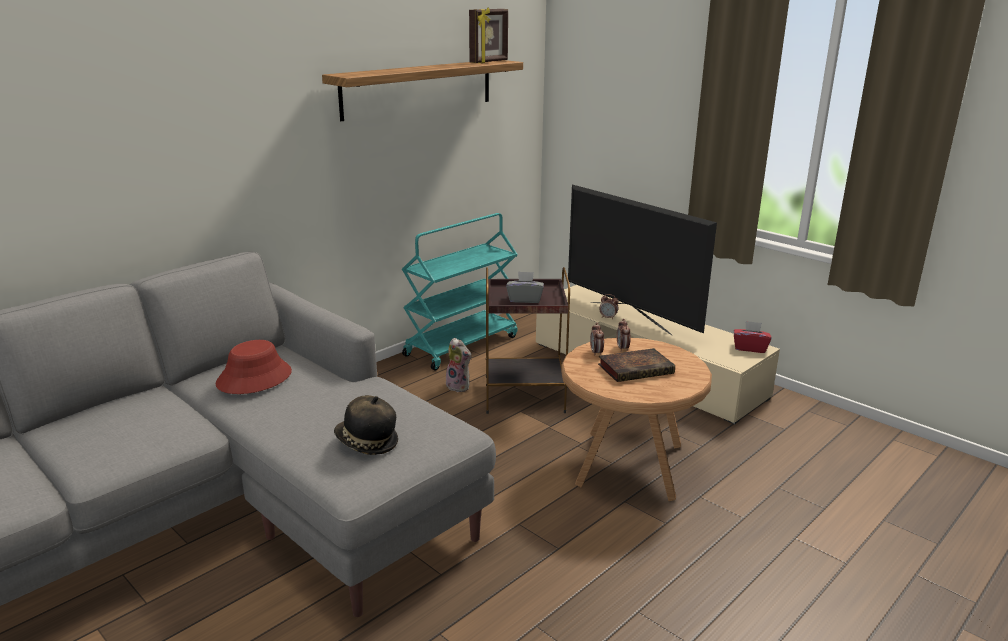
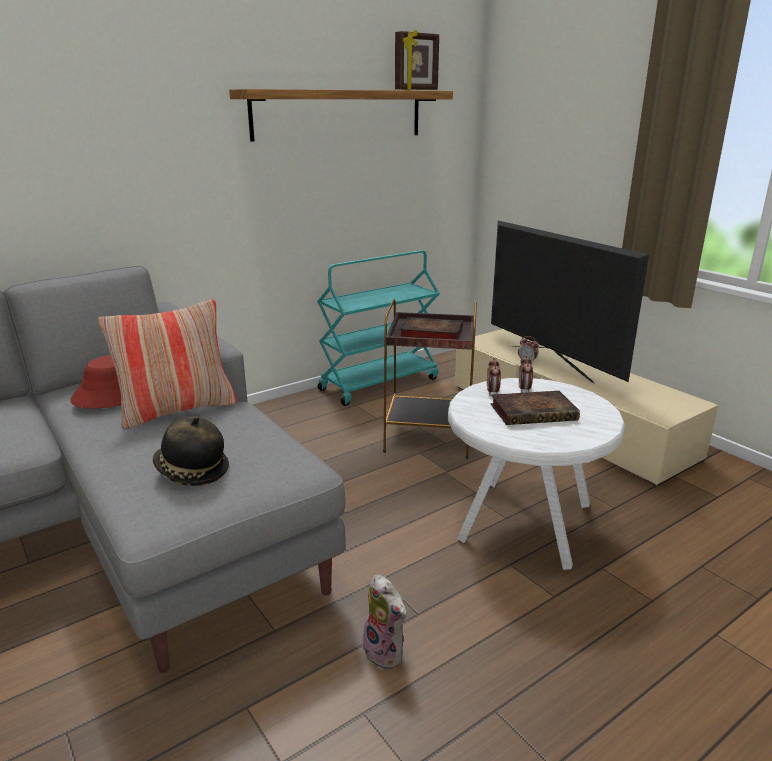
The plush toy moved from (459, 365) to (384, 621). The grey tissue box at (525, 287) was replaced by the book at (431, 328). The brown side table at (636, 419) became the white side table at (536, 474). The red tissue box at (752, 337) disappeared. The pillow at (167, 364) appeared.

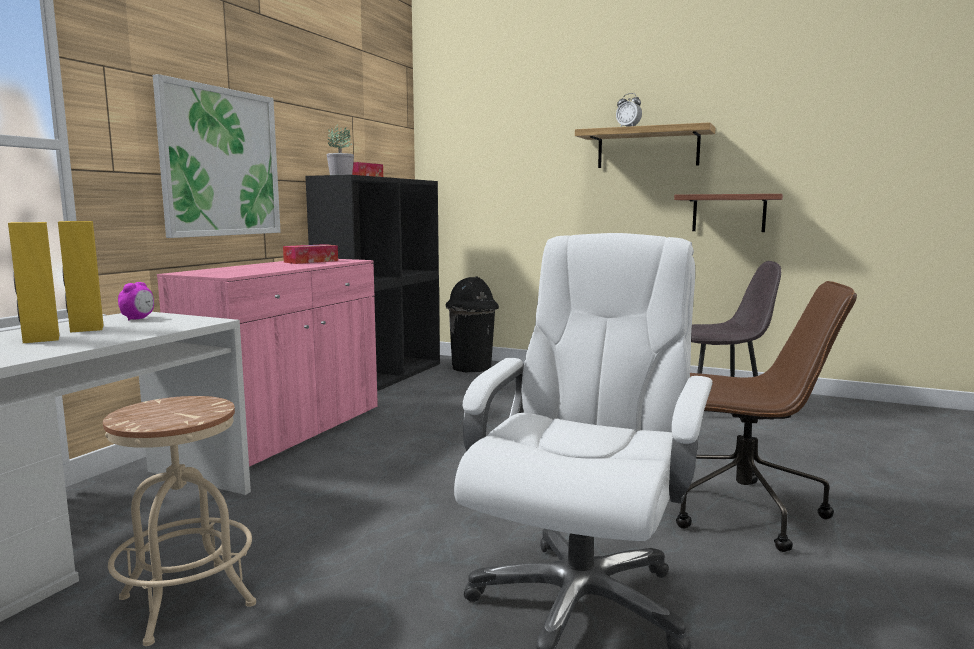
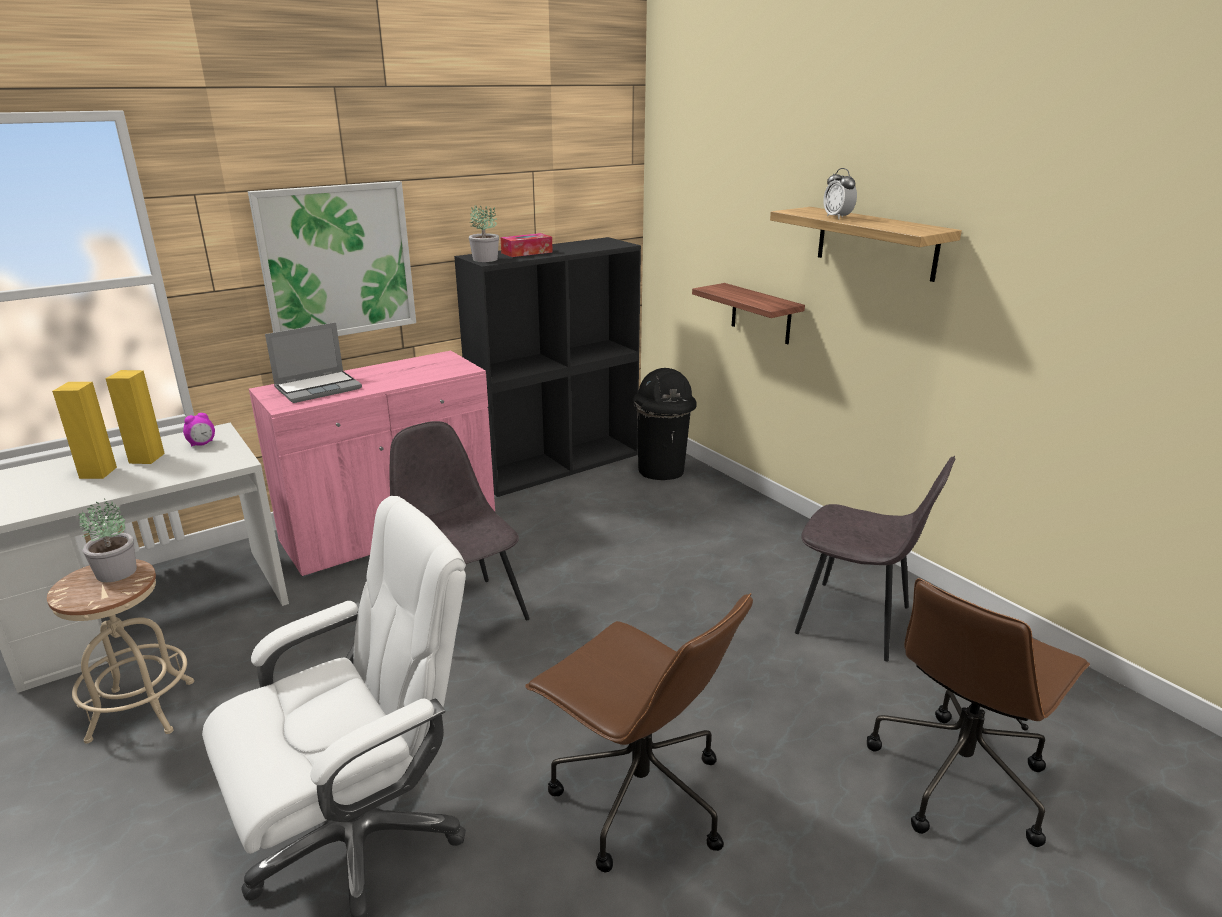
The tissue box at (310, 254) disappeared. The shelf moved from (728, 213) to (748, 313). The potted plant at (107, 540) appeared. The laptop at (313, 362) appeared. The grey chair at (460, 521) appeared. The brown office chair at (978, 712) appeared.

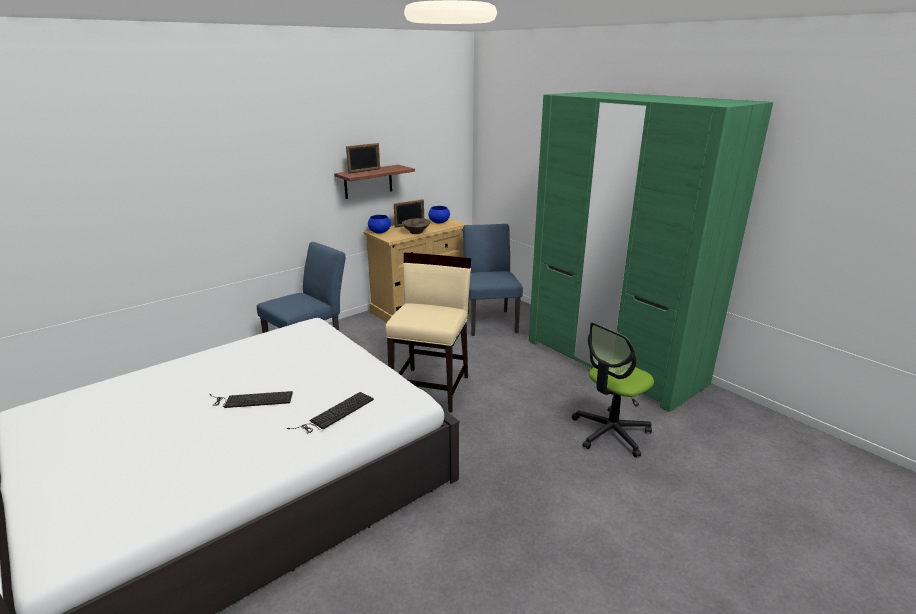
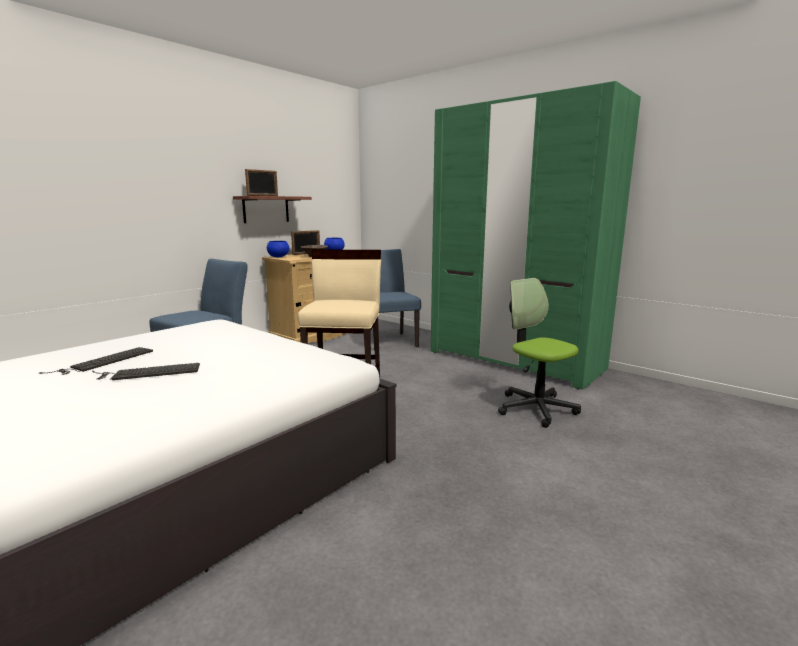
The keyboard moved from (330, 412) to (96, 361). The office chair at (613, 390) turned 105 degrees clockwise.

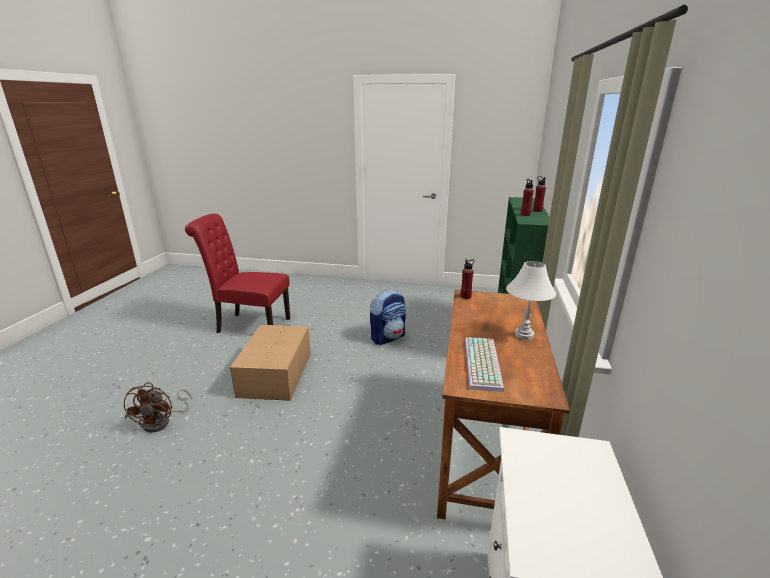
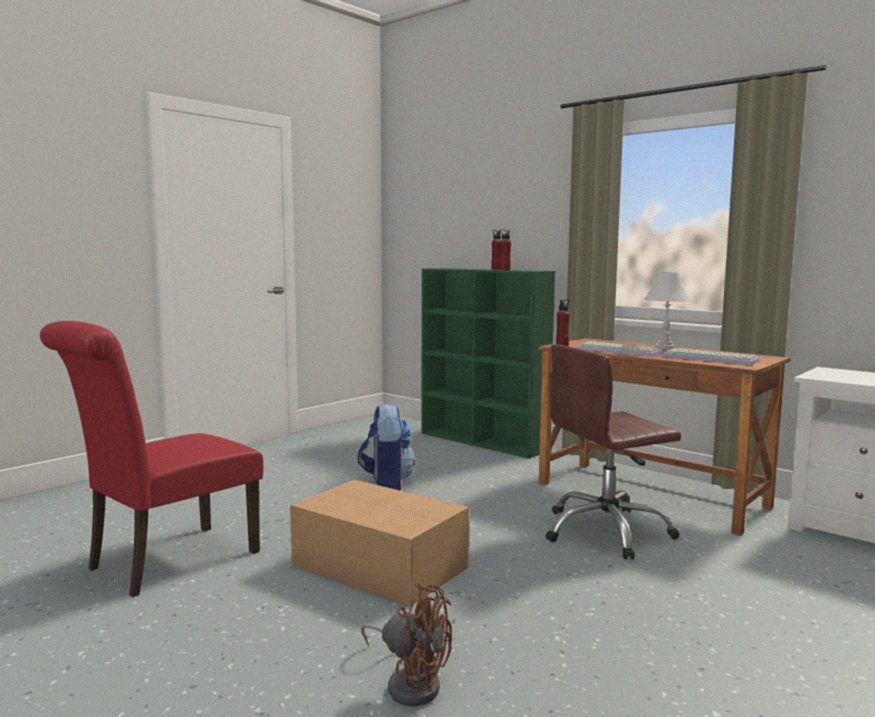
The brown office chair at (613, 452) appeared. The keyboard at (620, 349) appeared.

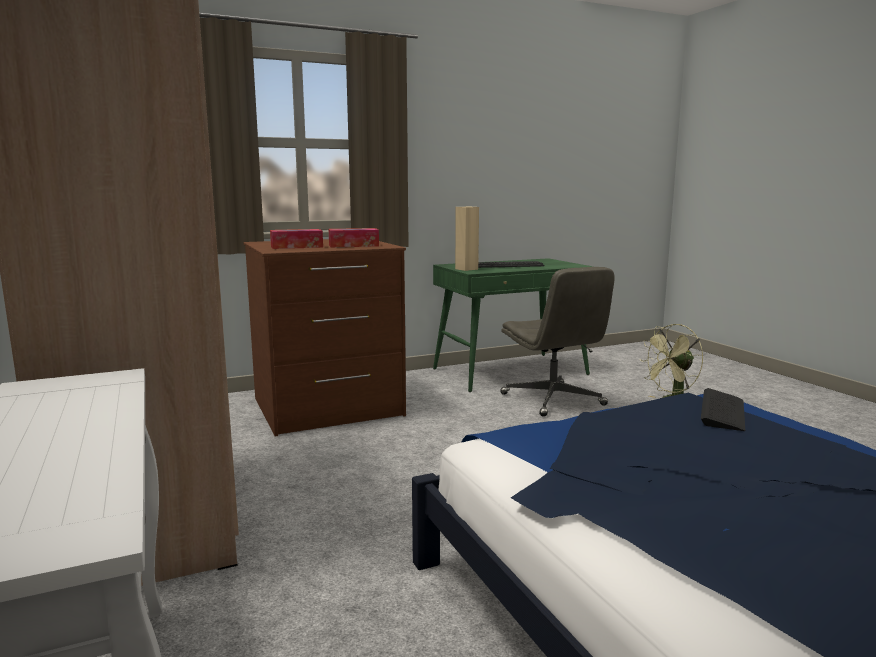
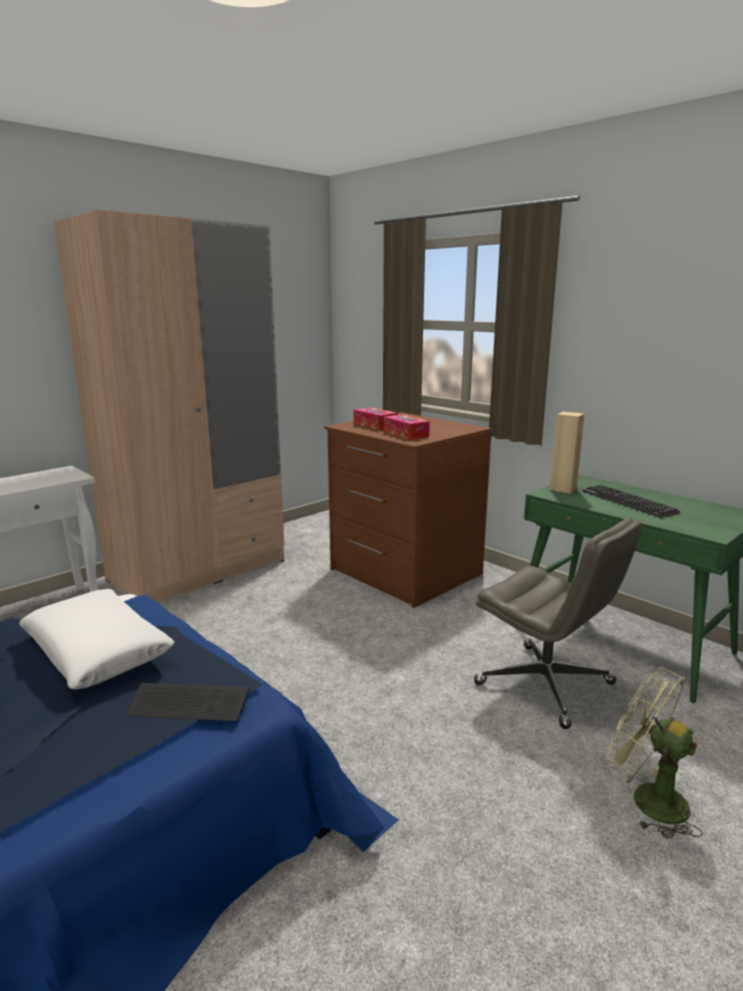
The grey office chair at (557, 342) turned 90 degrees counterclockwise. The white pillow at (97, 639) appeared.

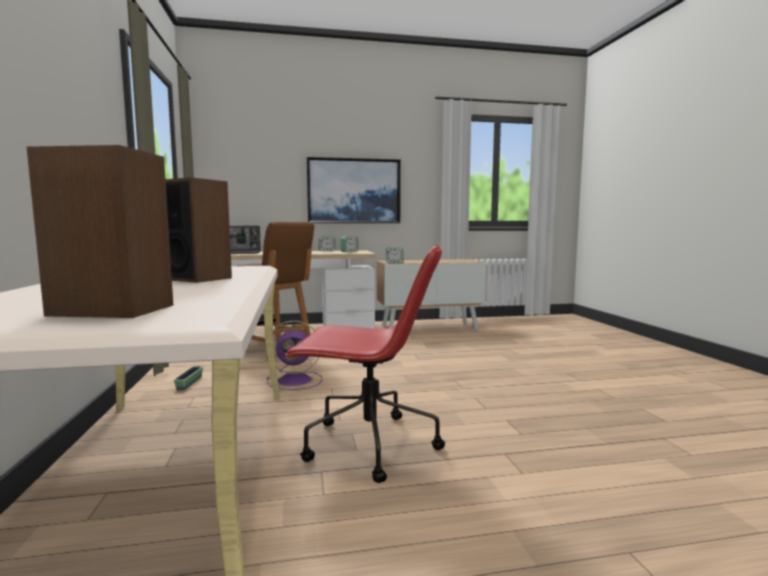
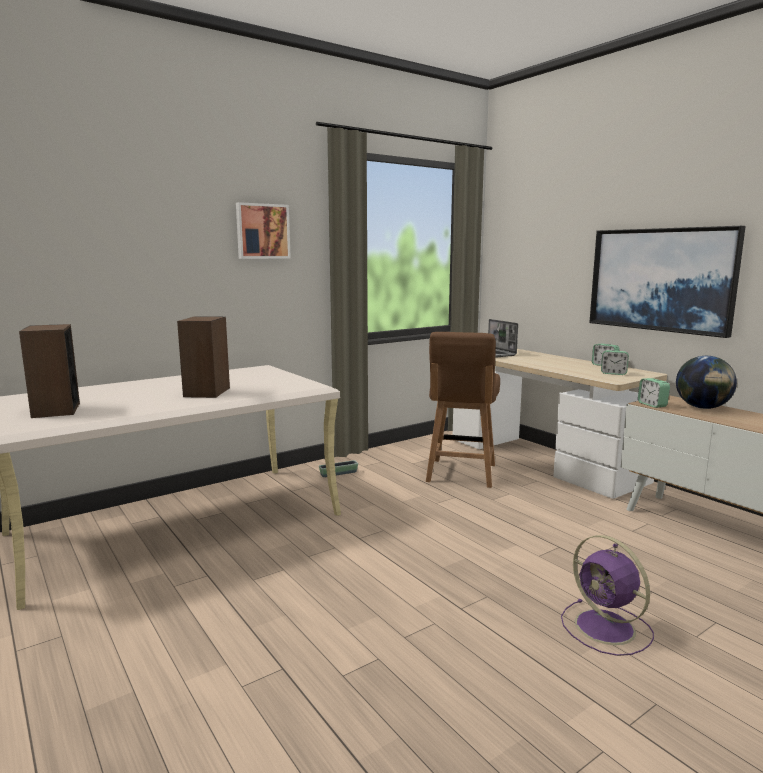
The purple fan moved from (294, 355) to (607, 595). The red office chair at (364, 364) disappeared. The picture at (263, 230) appeared. The globe at (706, 382) appeared.

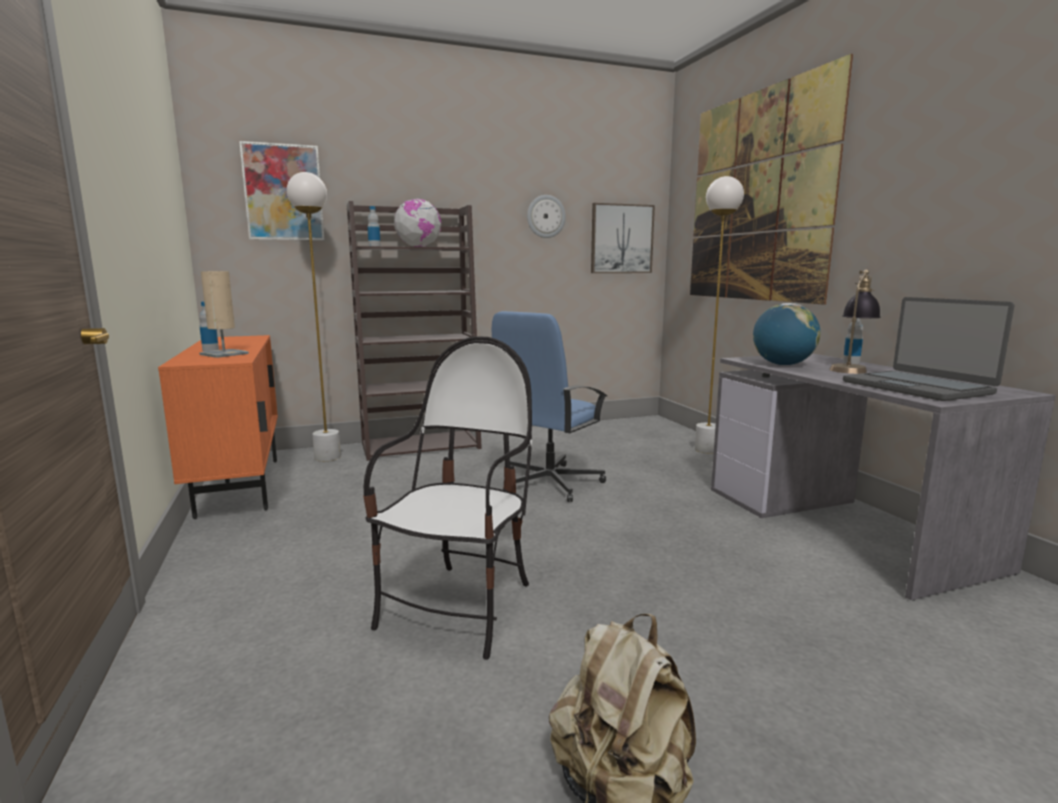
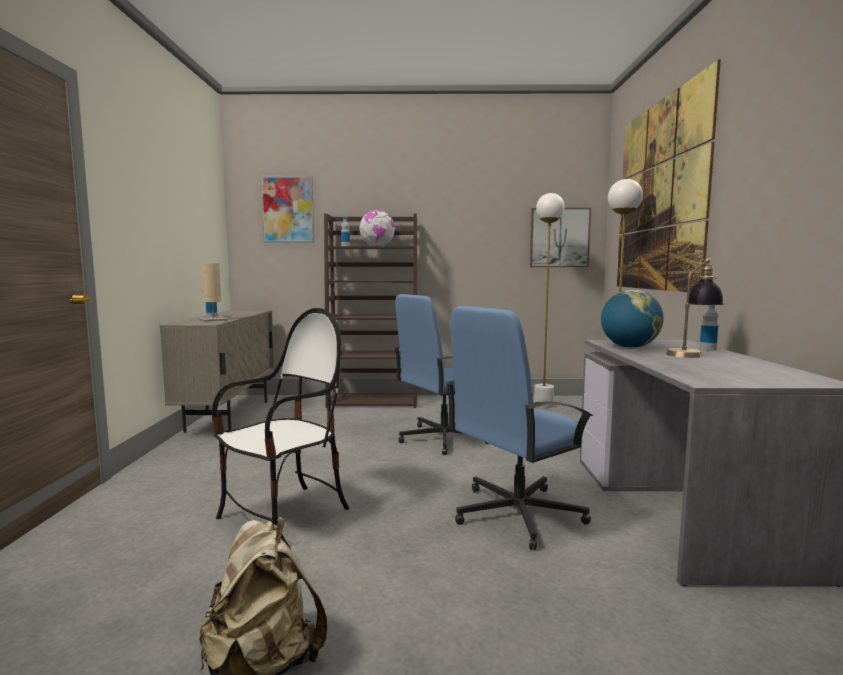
The orange cabinet at (218, 427) became the beige cabinet at (217, 371). The white floor lamp moved from (314, 317) to (549, 300). The wall clock at (546, 216) disappeared. The laptop at (928, 349) disappeared. The blue office chair at (519, 428) appeared.

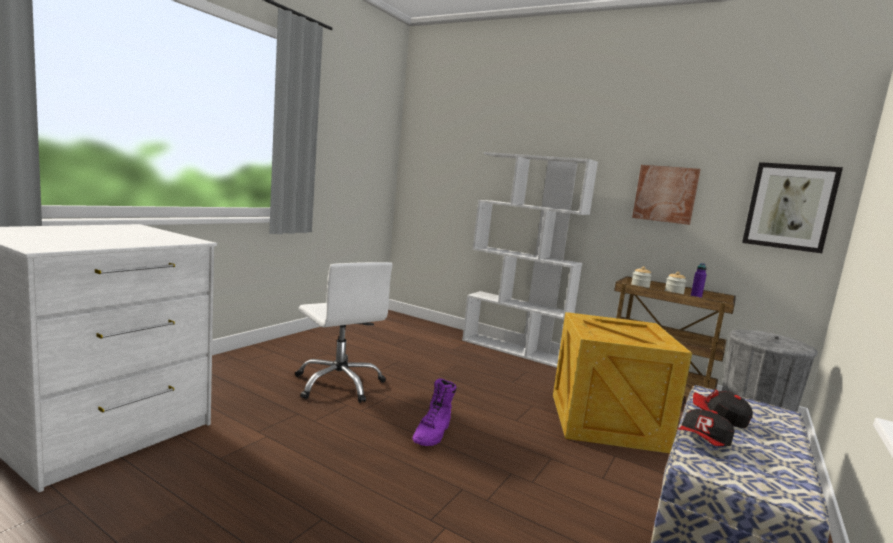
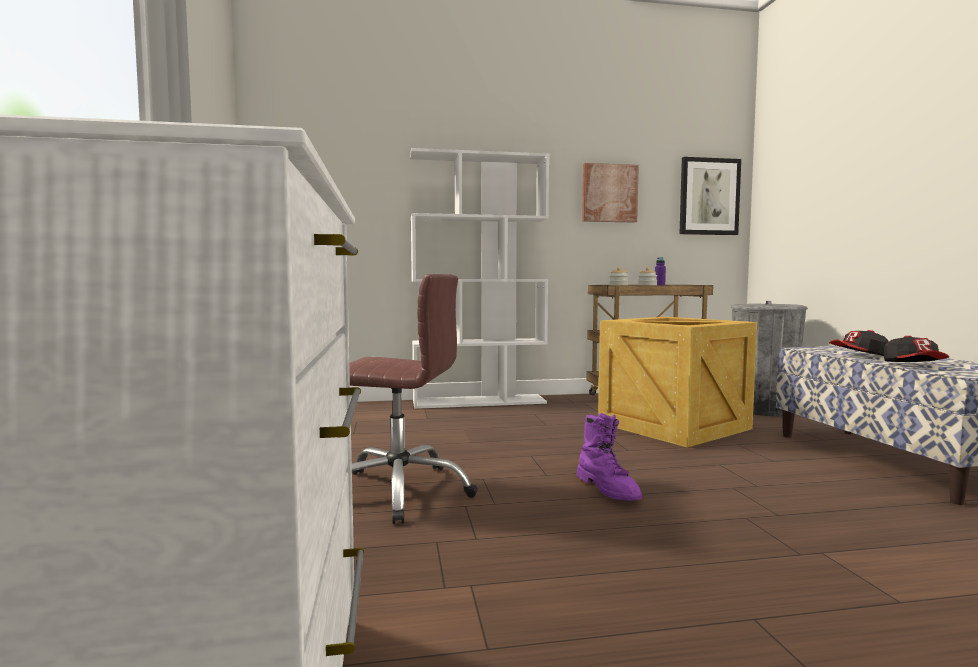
The white office chair at (344, 332) became the brown office chair at (413, 399).

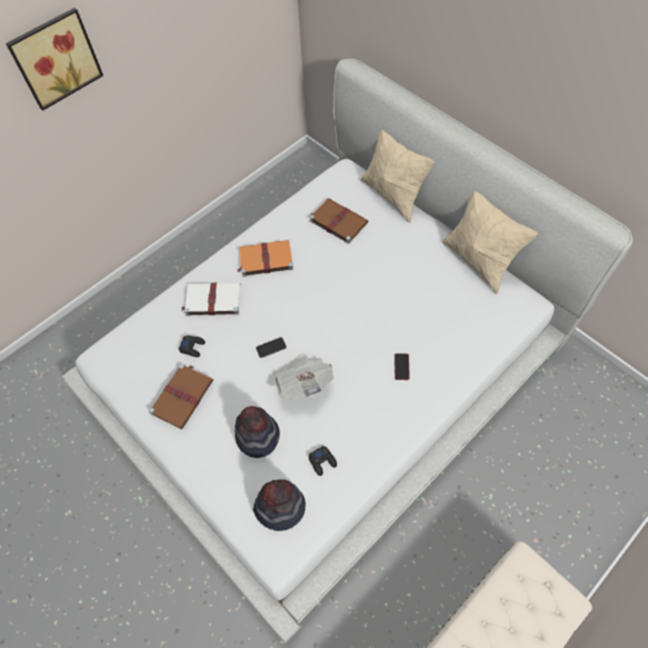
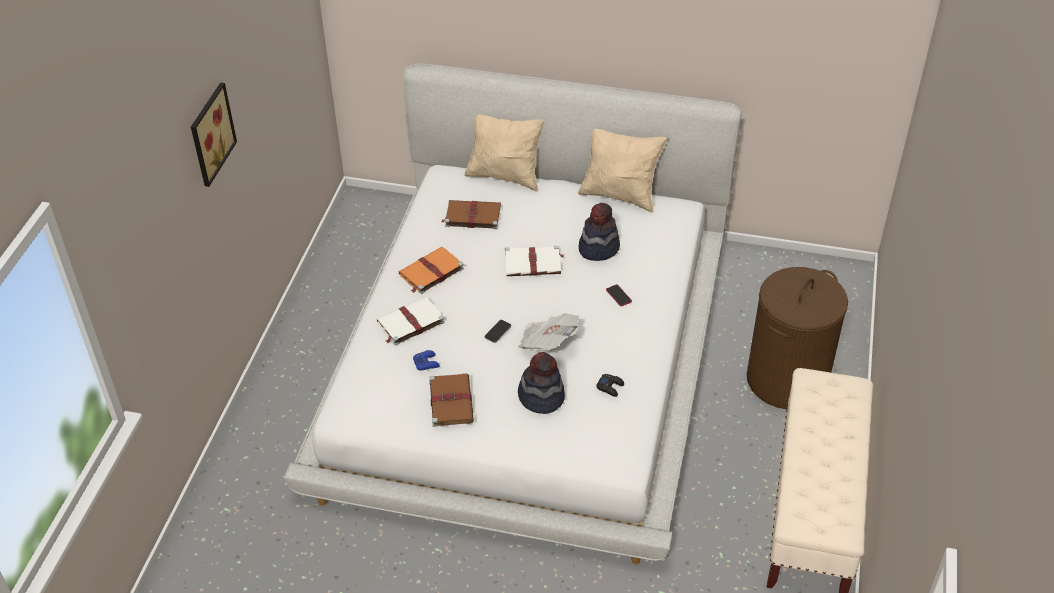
The black game controller at (191, 346) became the blue game controller at (426, 360). The hat moved from (279, 505) to (599, 232). The white book at (534, 261) appeared. The brown laundry basket at (797, 338) appeared.

